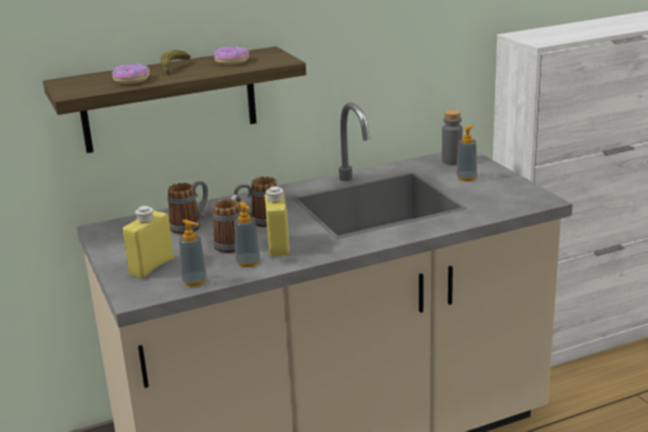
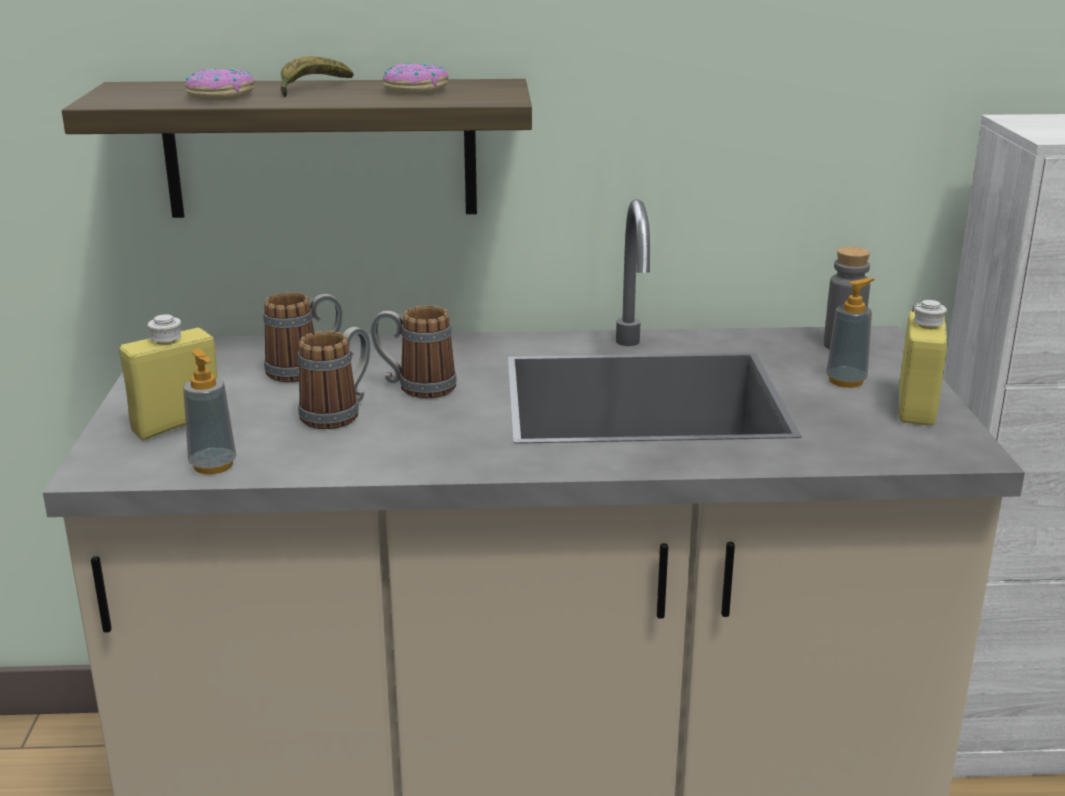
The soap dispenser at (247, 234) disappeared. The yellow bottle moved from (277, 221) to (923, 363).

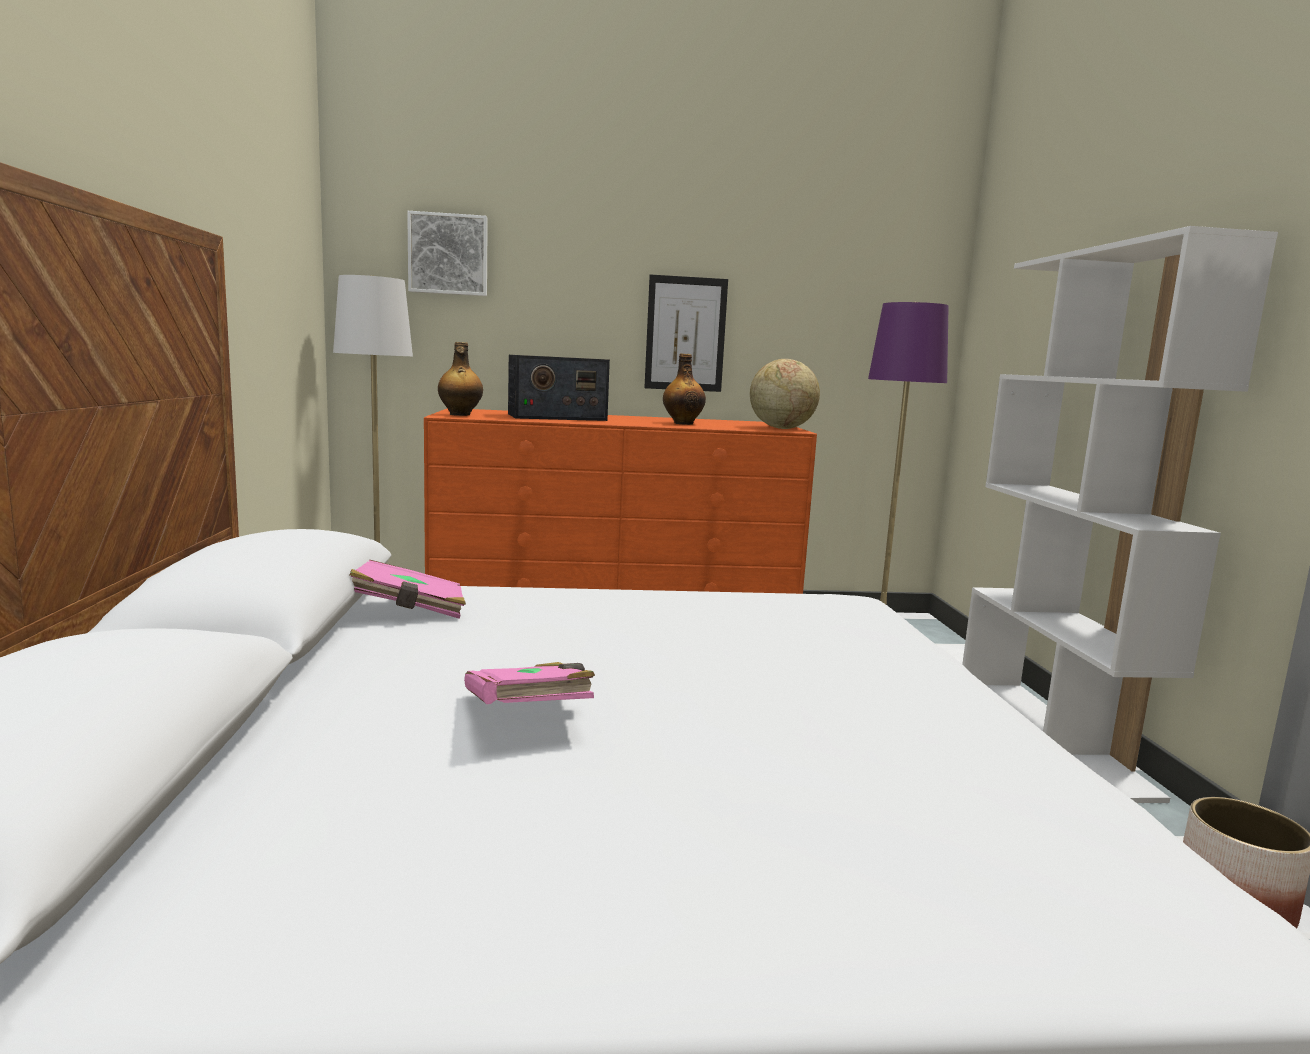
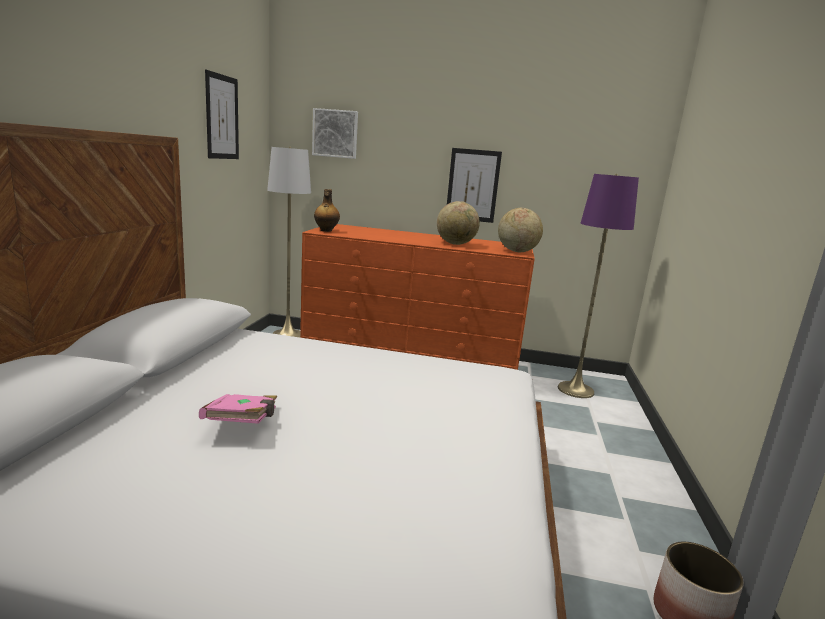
The pink book at (407, 589) disappeared. The radio at (559, 388) disappeared. The bottle at (684, 389) was replaced by the globe at (458, 223). The white bookcase at (1120, 514) disappeared. The picture at (222, 114) appeared.

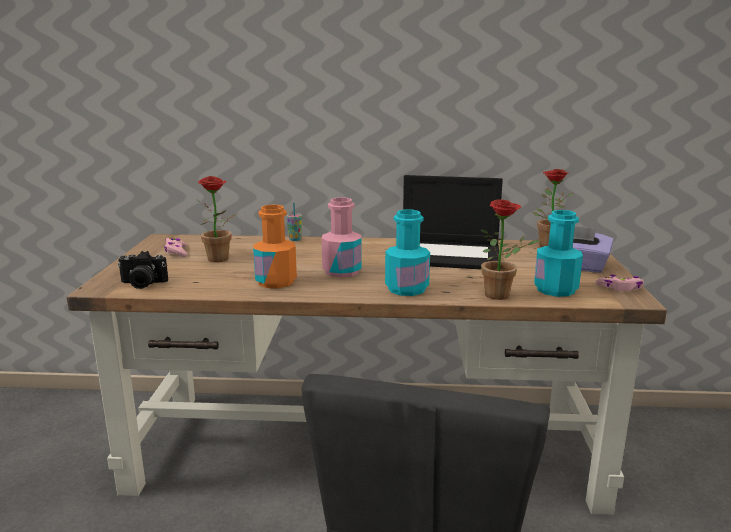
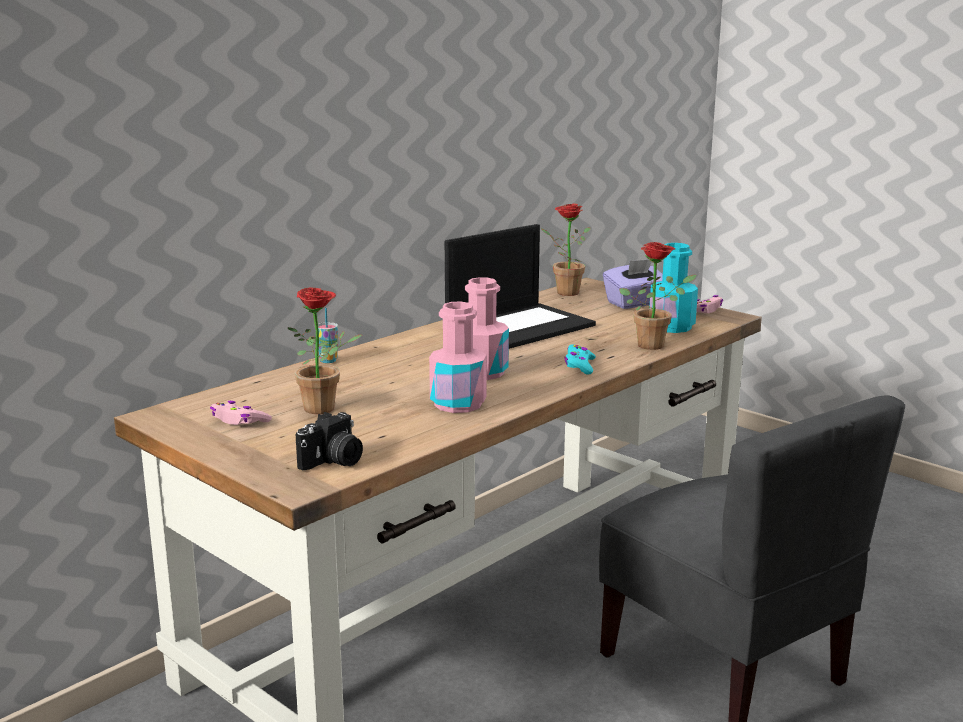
The orange bottle at (275, 246) became the pink bottle at (458, 357). The turquoise bottle at (407, 252) was replaced by the turquoise game controller at (580, 359).

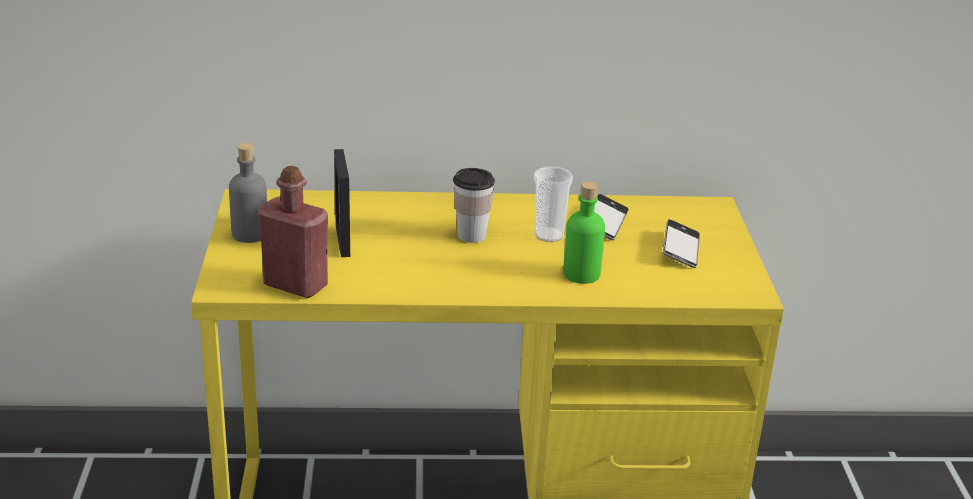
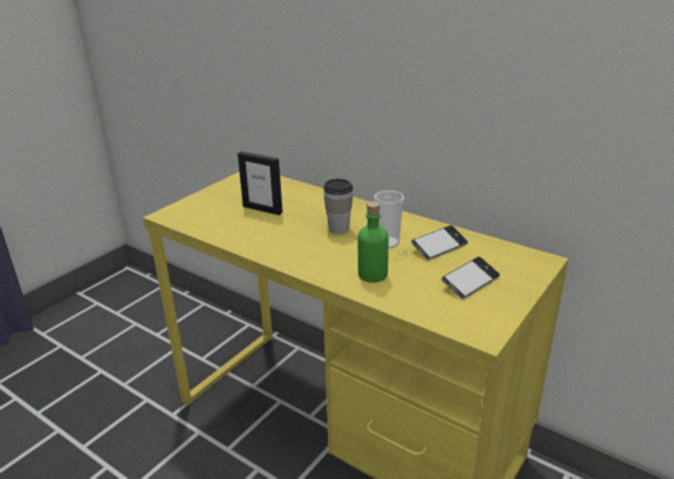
The grey bottle at (248, 193) disappeared. The red bottle at (293, 232) disappeared. The picture frame at (342, 203) turned 90 degrees counterclockwise.

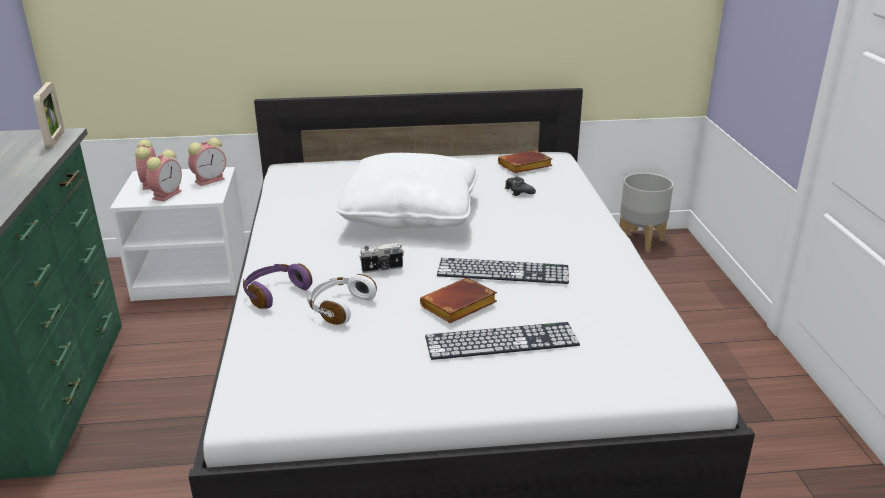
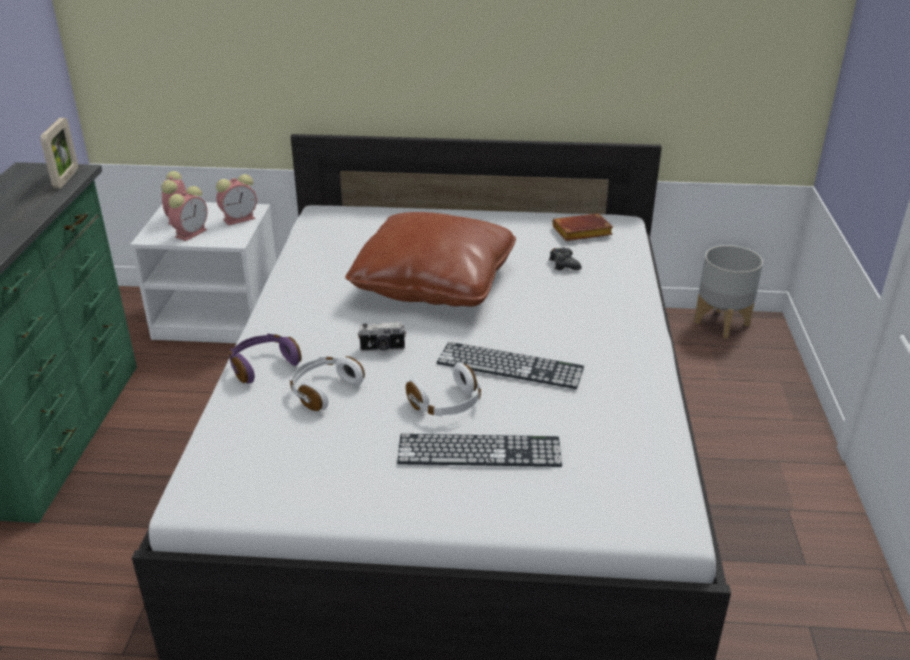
The white pillow at (407, 191) became the brown pillow at (430, 259). The brown book at (458, 300) was replaced by the white headphones at (443, 390).

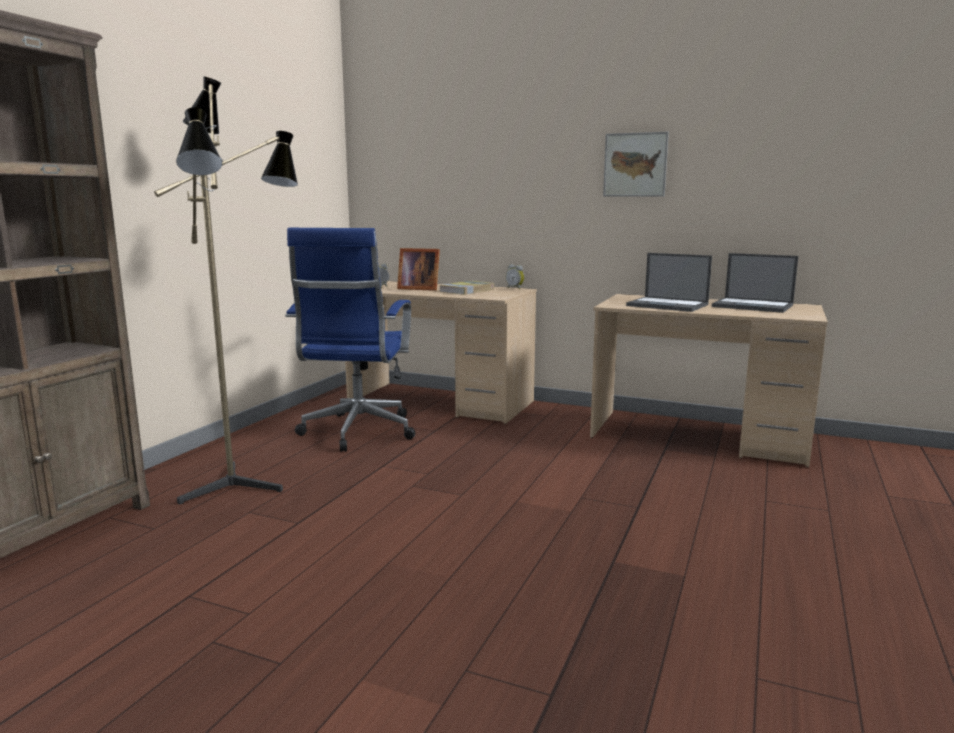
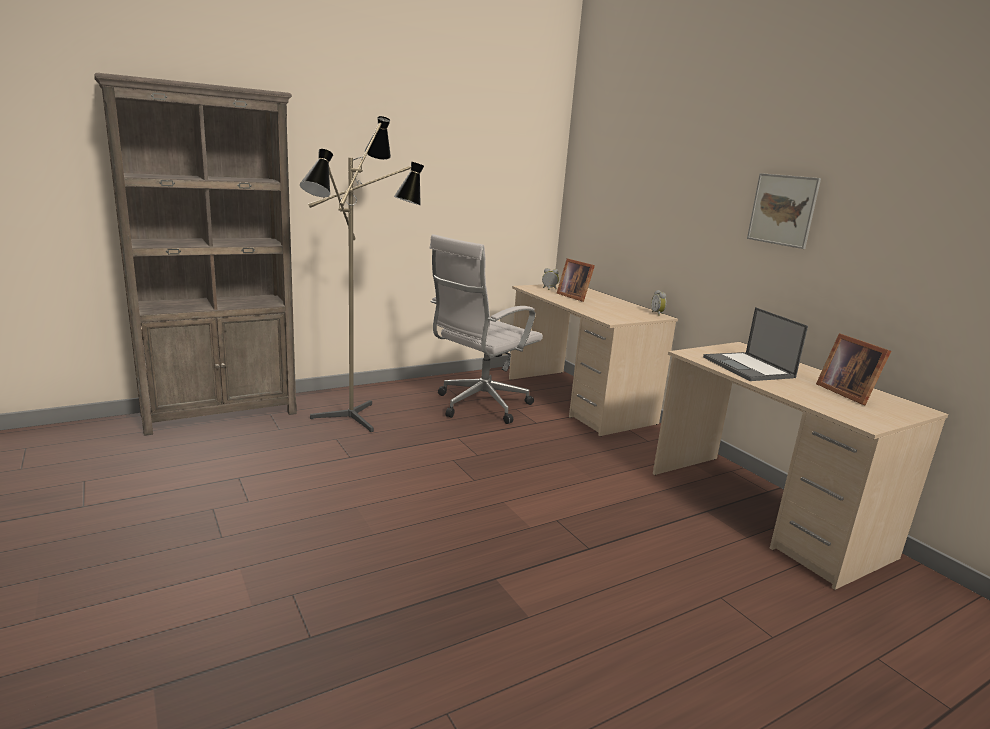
The blue office chair at (350, 340) became the white office chair at (486, 329). The book at (466, 288) disappeared. The laptop at (755, 283) was replaced by the picture frame at (853, 369).

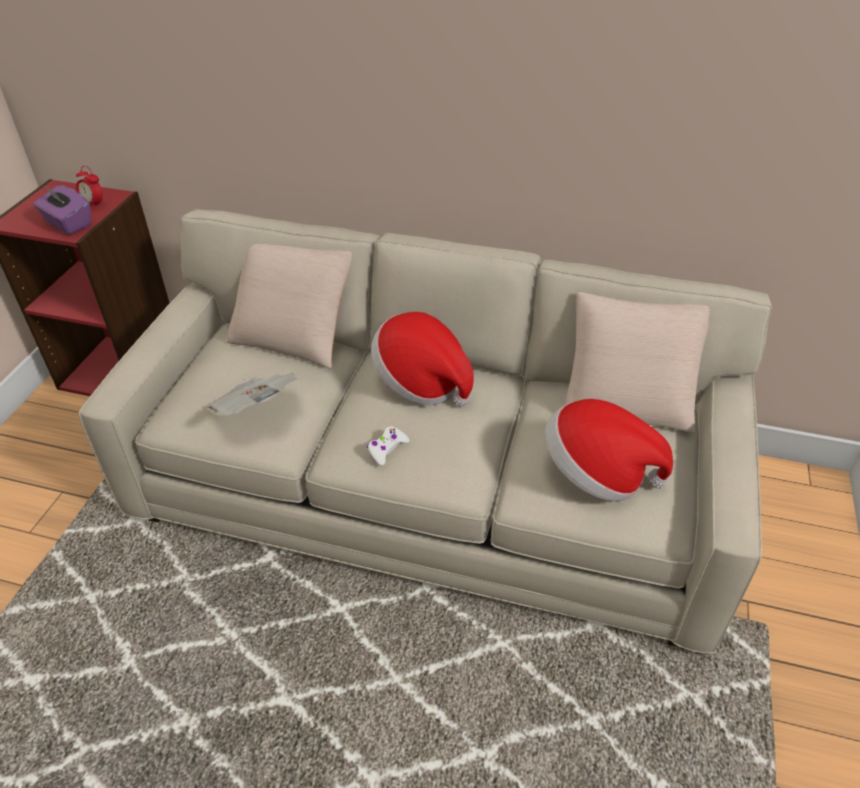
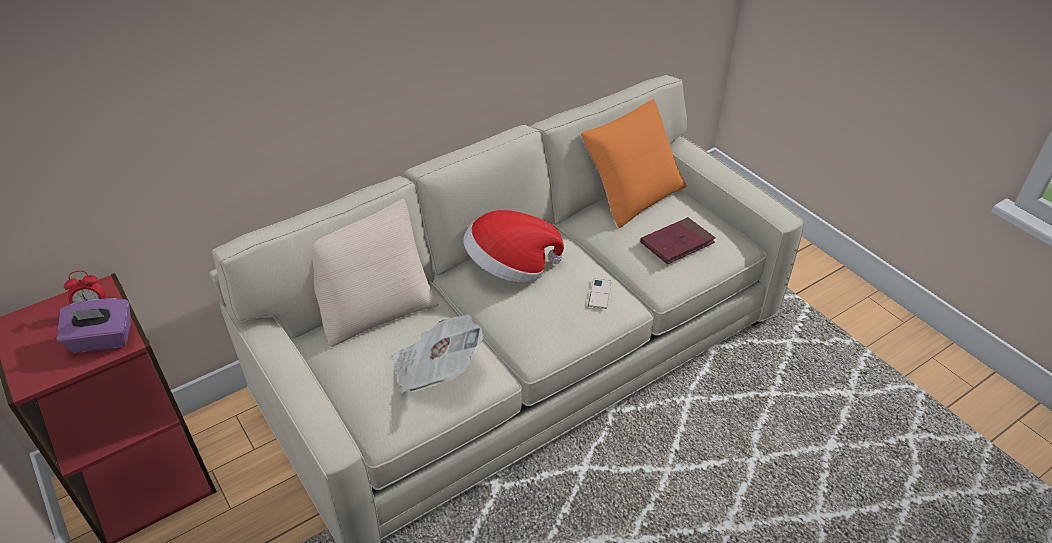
The white game controller at (388, 446) disappeared. The hat at (609, 450) was replaced by the red book at (678, 240). The beige pillow at (637, 362) became the orange pillow at (634, 163). The phone at (599, 293) appeared.

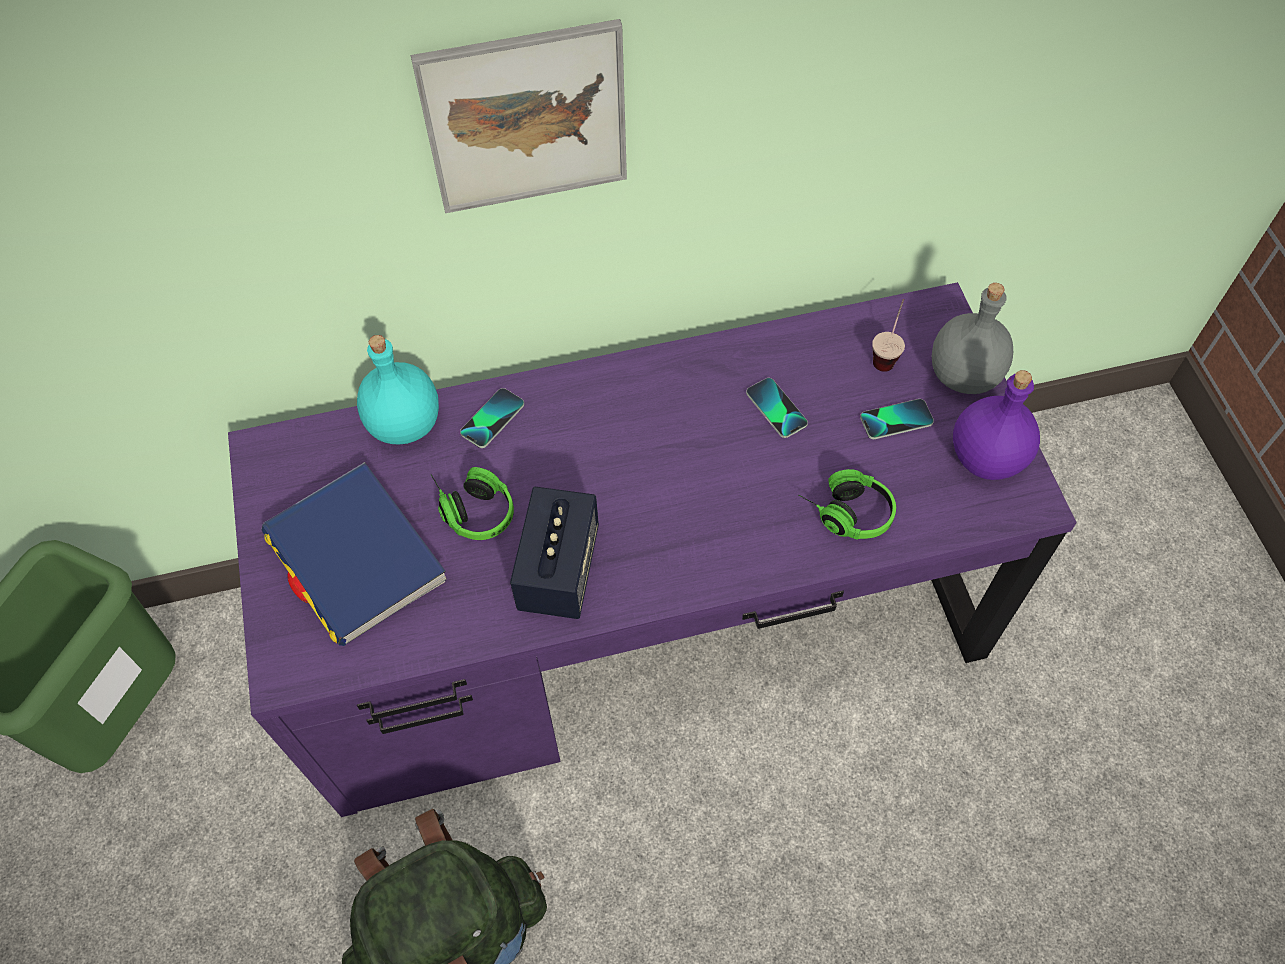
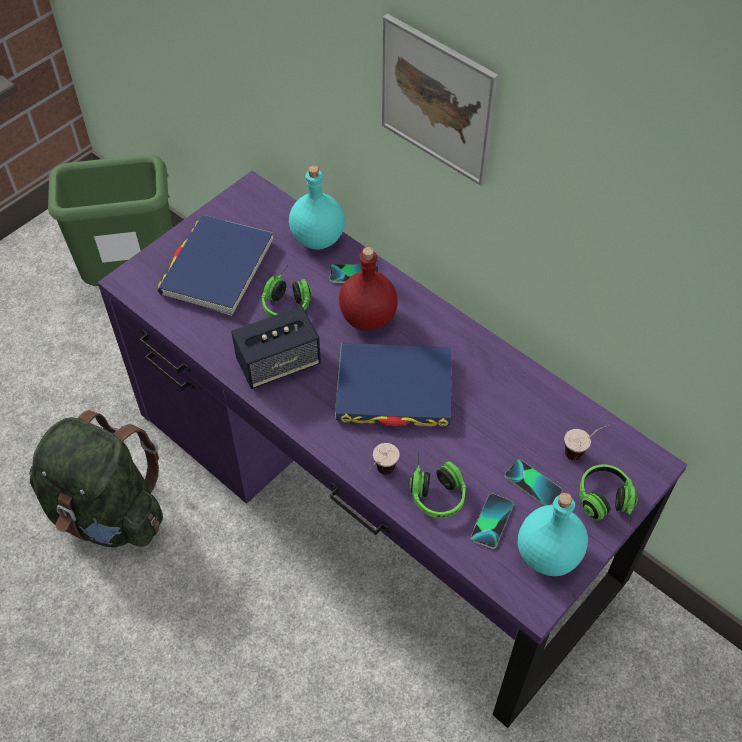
The phone moved from (777, 408) to (492, 521). The grey bottle at (972, 338) was replaced by the headphones at (608, 497). The purple bottle at (996, 425) became the turquoise bottle at (553, 534). The blue book at (393, 385) appeared. The red bottle at (368, 289) appeared. The cup at (383, 459) appeared.

